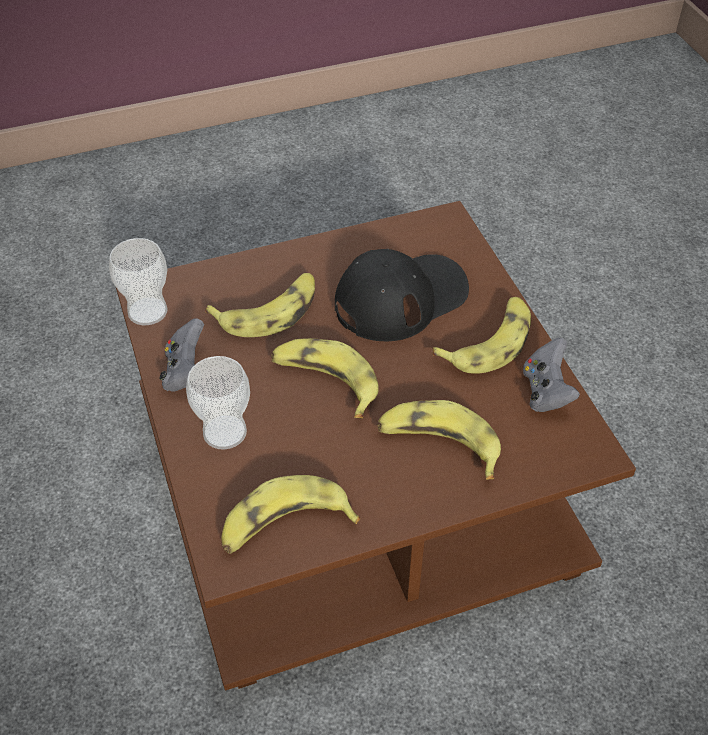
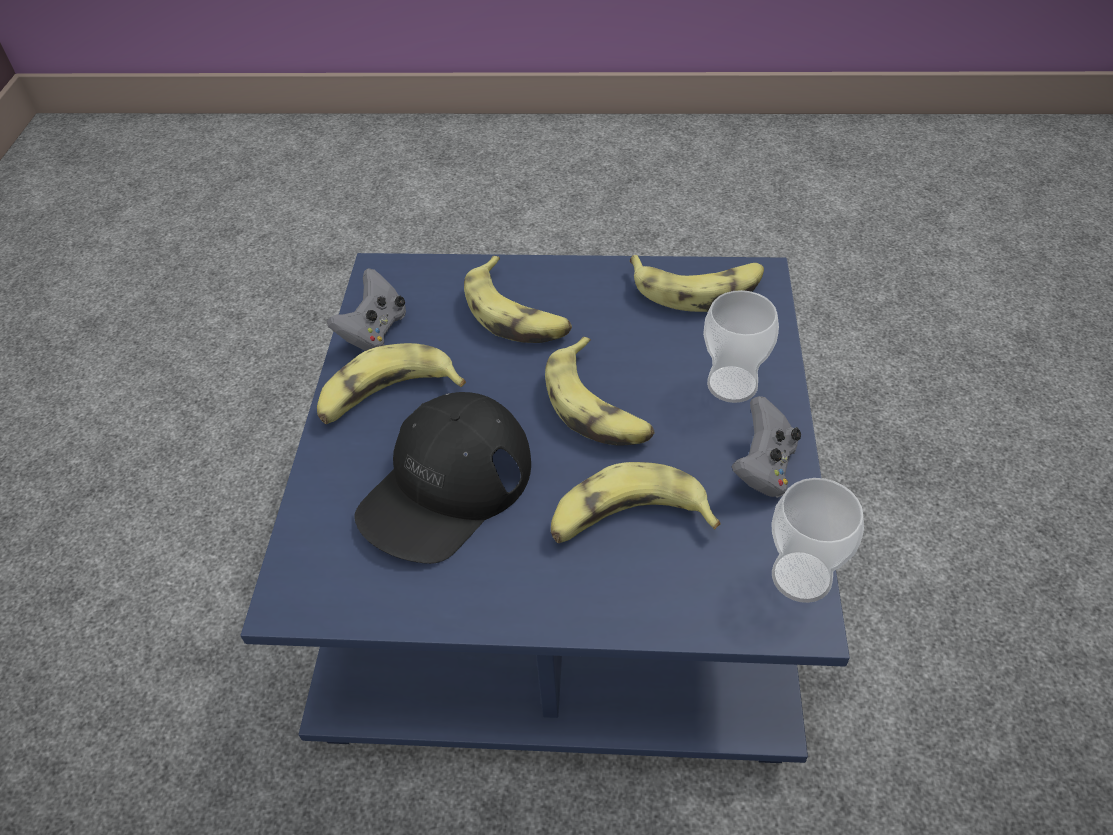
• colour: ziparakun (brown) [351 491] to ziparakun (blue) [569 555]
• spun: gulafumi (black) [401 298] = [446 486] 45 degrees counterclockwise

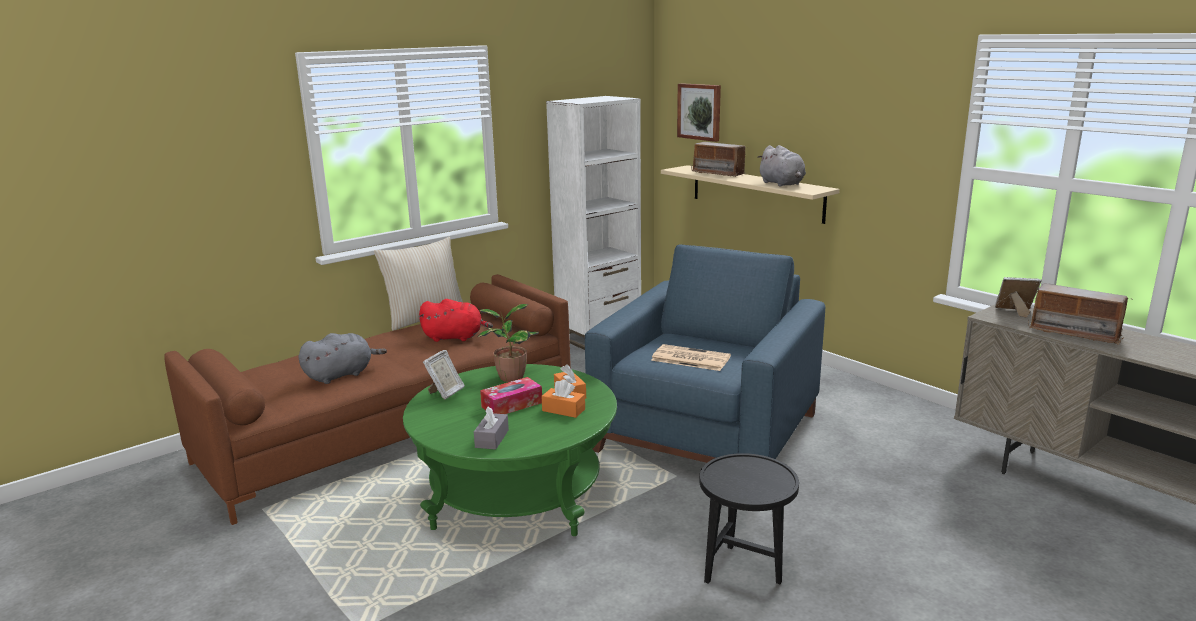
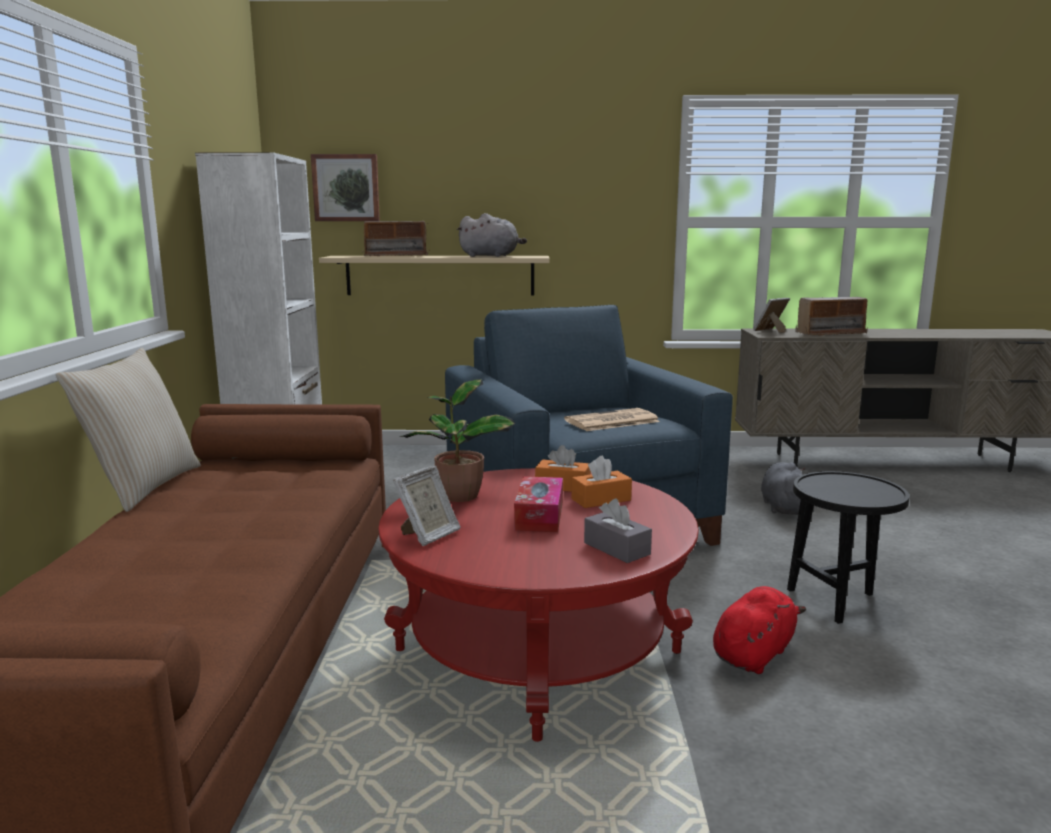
• relocated: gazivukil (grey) [341 375] to [783 507]
• colour: ziparakun (green) [516 493] to ziparakun (red) [537 651]
• relocated: gazivukil (red) [455 337] to [754 654]
• spun: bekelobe [445 392] = [428 535] 60 degrees clockwise

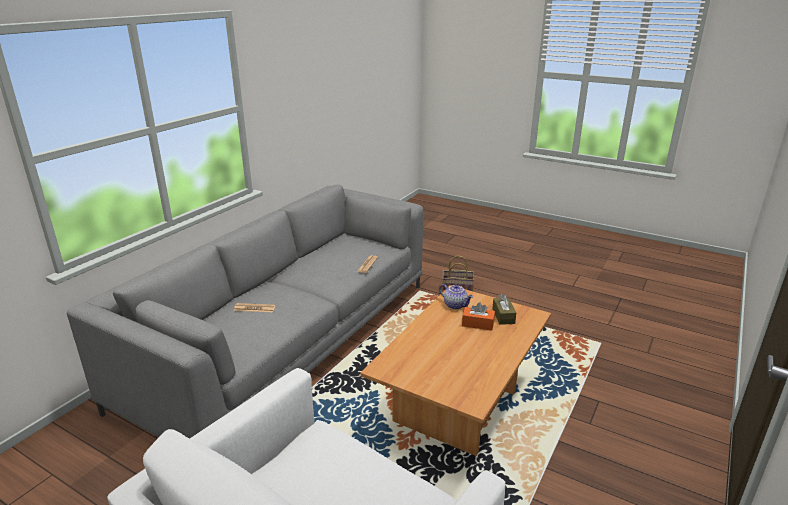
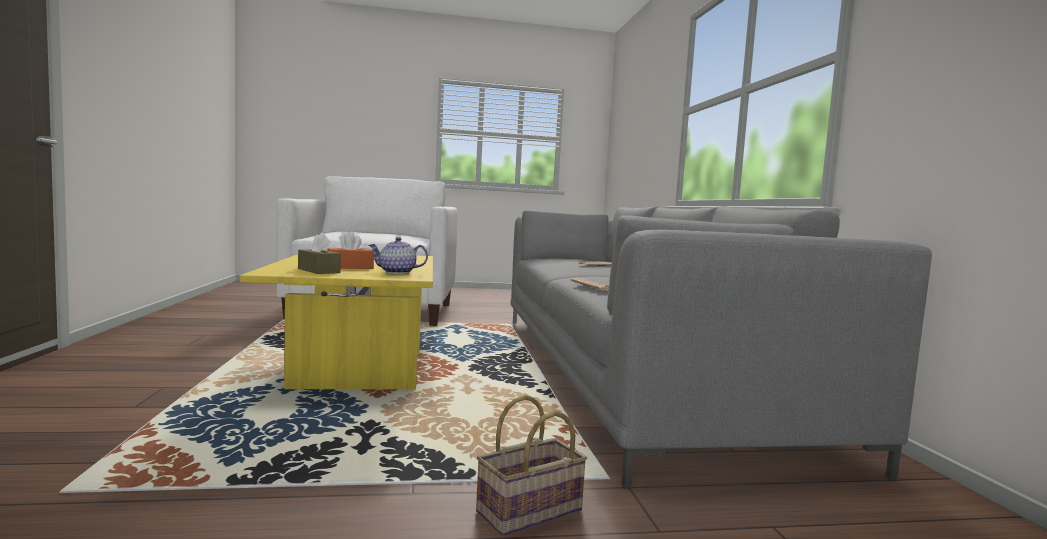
• colour: ziparakun (brown) [459 408] to ziparakun (yellow) [355 368]

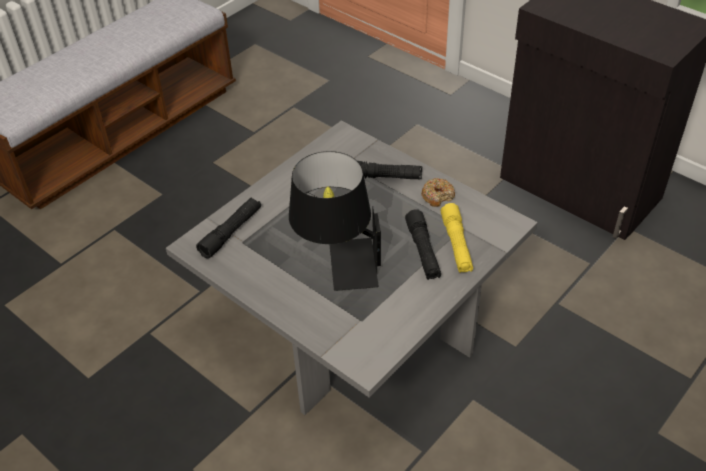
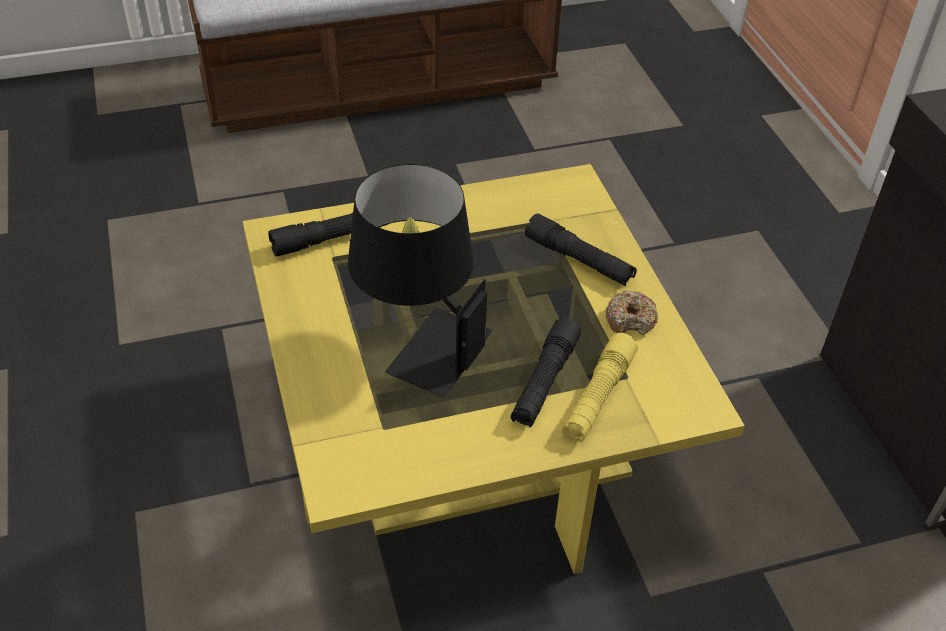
• colour: ziparakun (grey) [355 318] to ziparakun (yellow) [468 439]

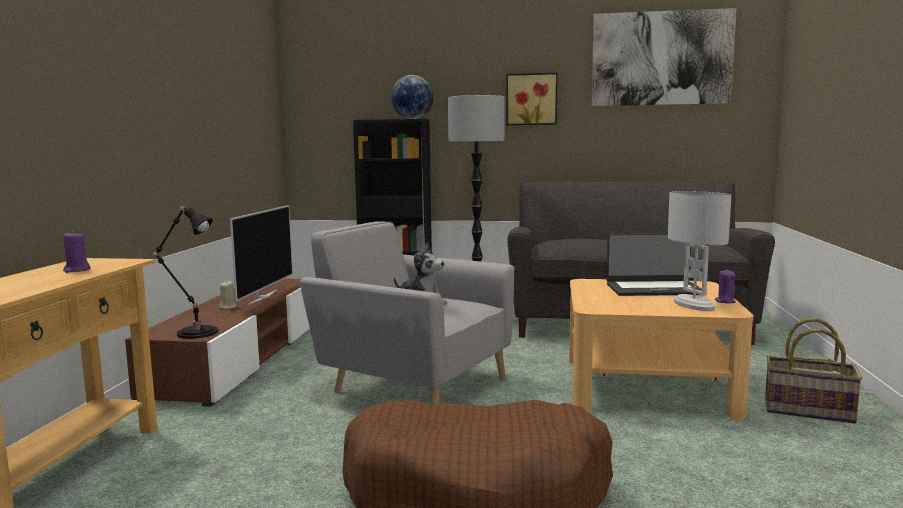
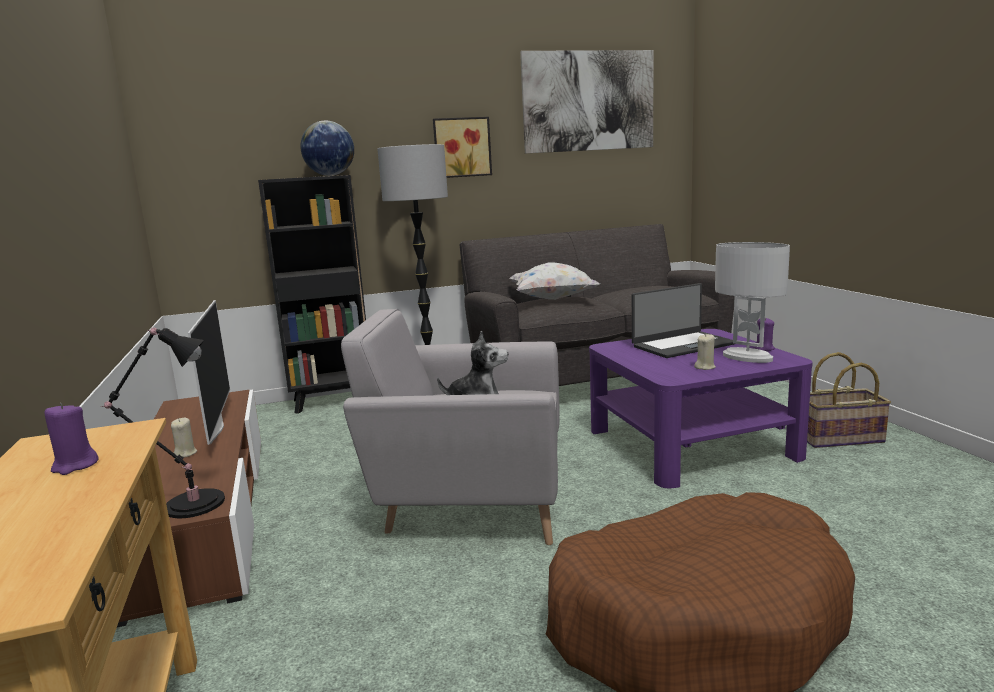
• colour: ziparakun (beige) [648 385] to ziparakun (purple) [691 443]
• appeared: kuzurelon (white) [553 299]
• appeared: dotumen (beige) [705 367]

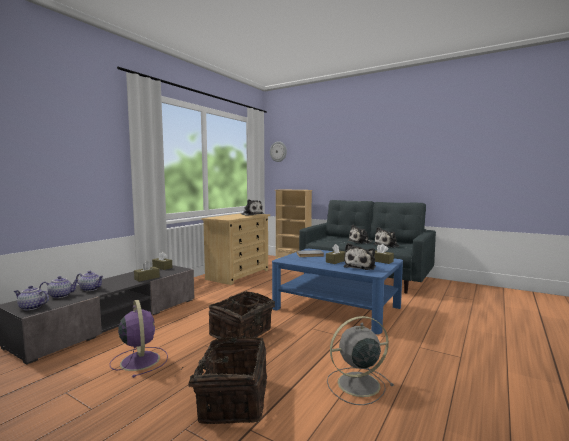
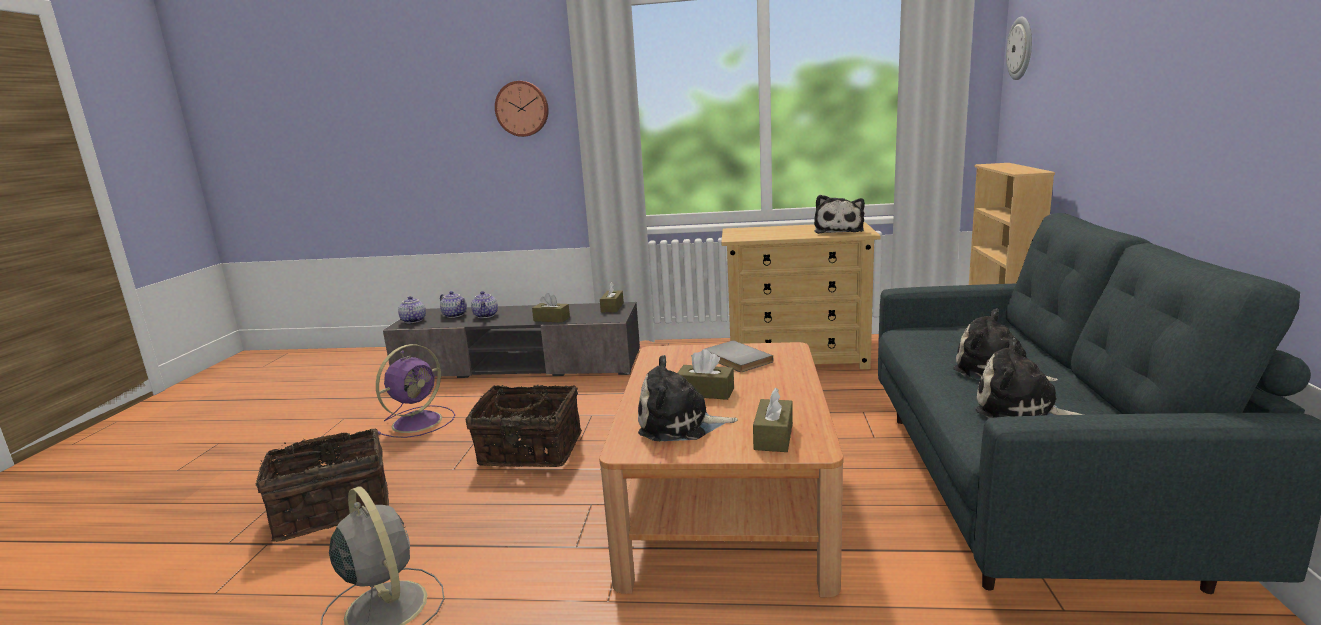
• colour: ziparakun (blue) [337 308] to ziparakun (brown) [726 503]
• appeared: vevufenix [522 109]

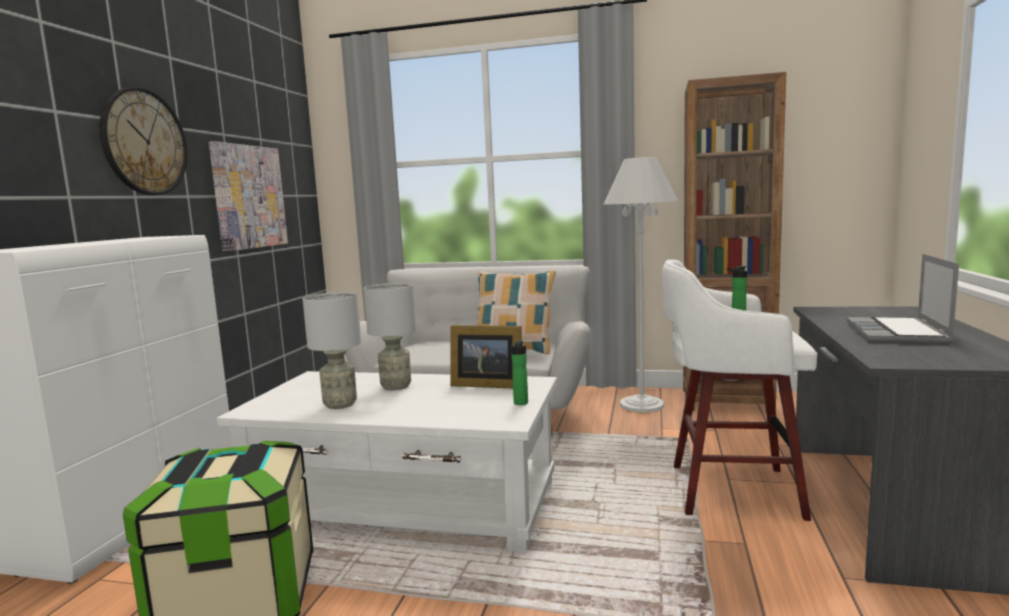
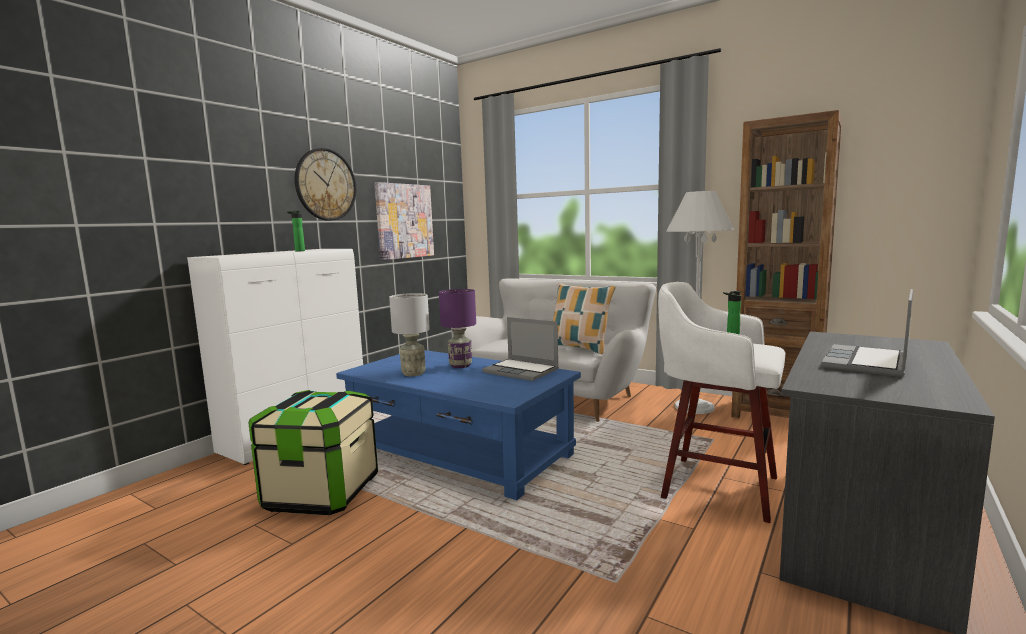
• colour: ziparakun (white) [406 503] to ziparakun (blue) [460 452]
• colour: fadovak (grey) [396 386] to fadovak (purple) [461 365]
• exchanged: bekelobe [485 384] to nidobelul [522 371]
• relocated: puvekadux [520 403] to [298 251]

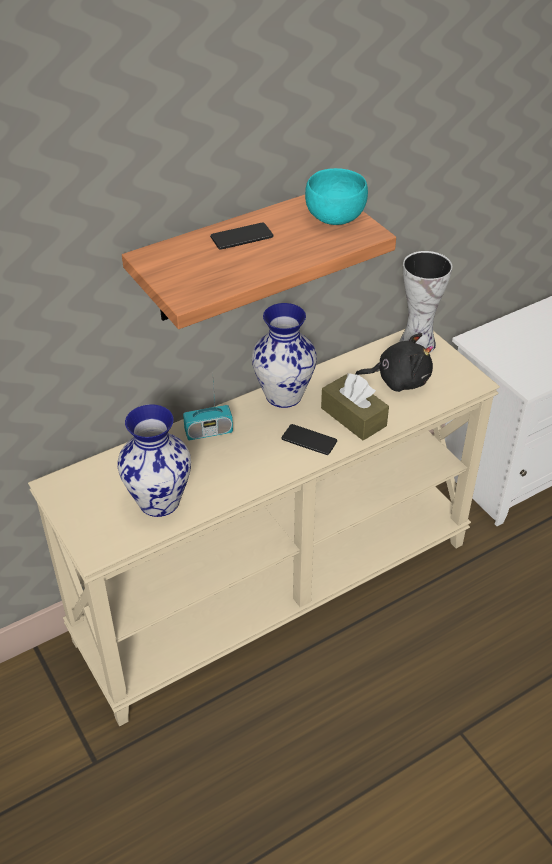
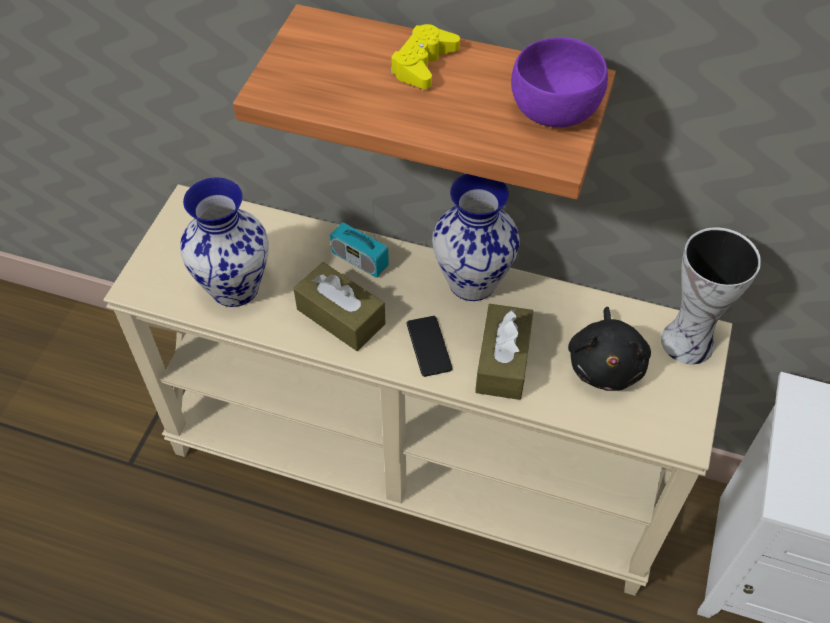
• exchanged: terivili [242 237] to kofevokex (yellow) [423 64]
• colour: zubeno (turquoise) [334 217] to zubeno (purple) [553 110]
• spun: gazivukil (black) [399 380] = [606 364] 45 degrees clockwise
• appeared: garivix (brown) [341 316]

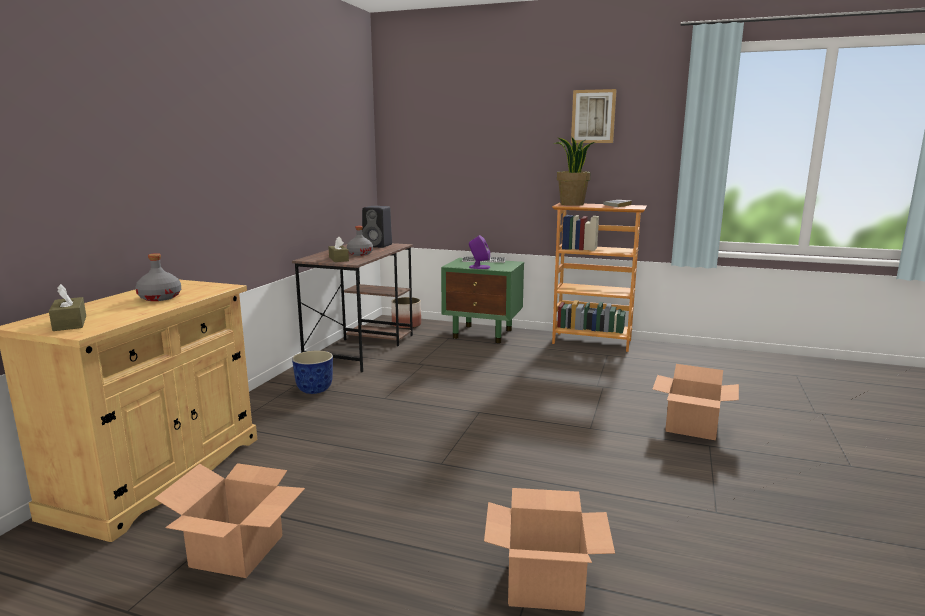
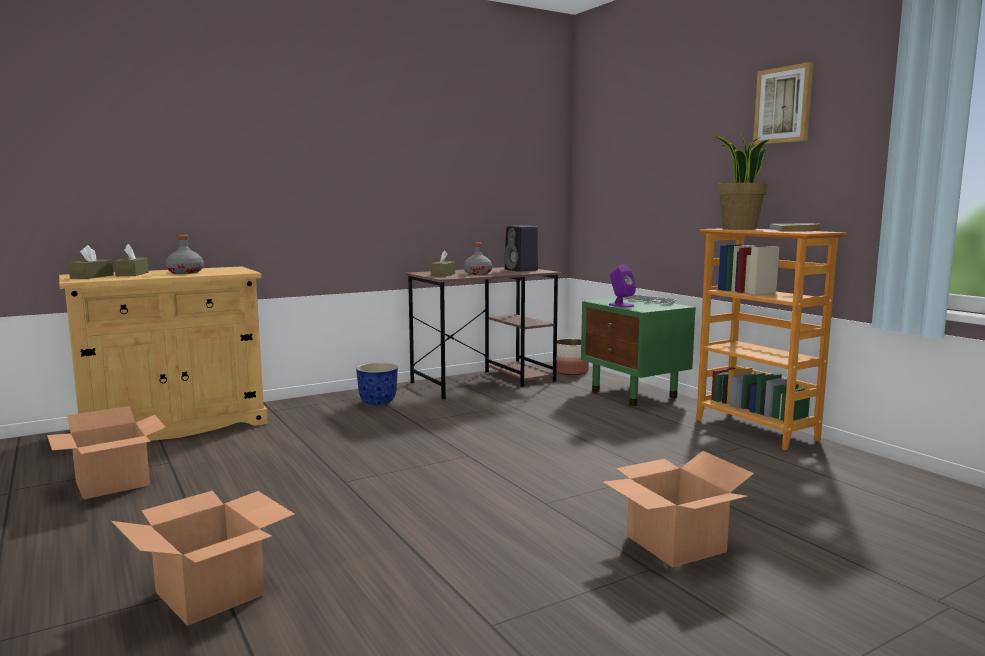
• appeared: garivix (brown) [132 274]

